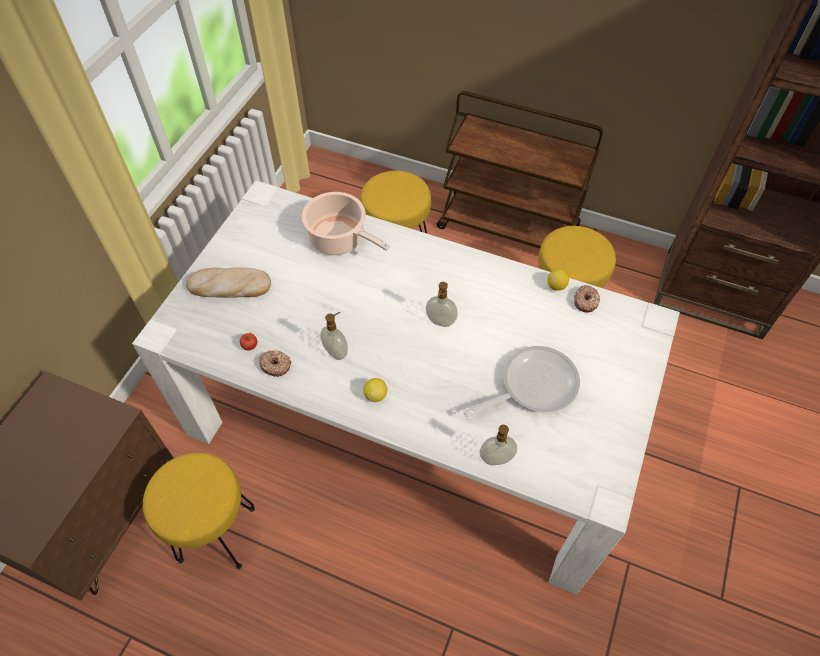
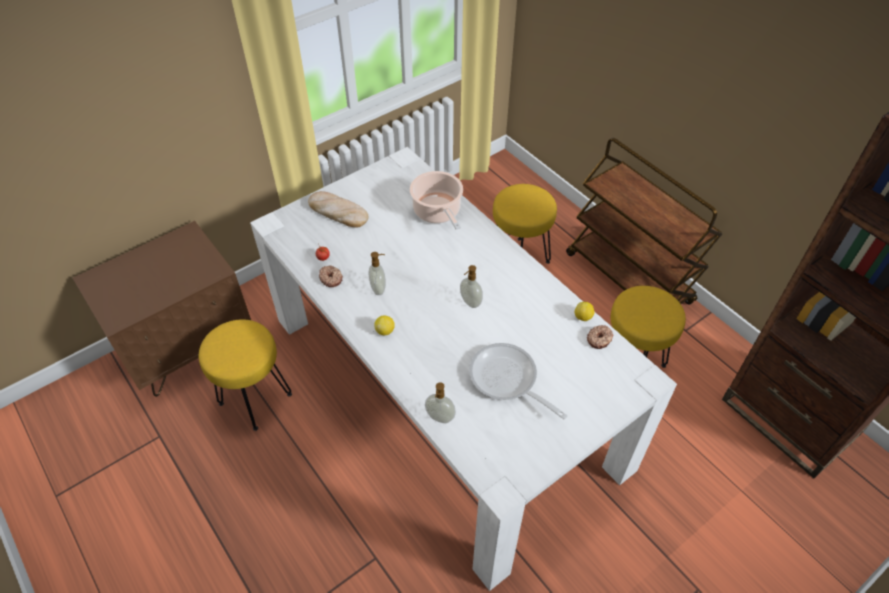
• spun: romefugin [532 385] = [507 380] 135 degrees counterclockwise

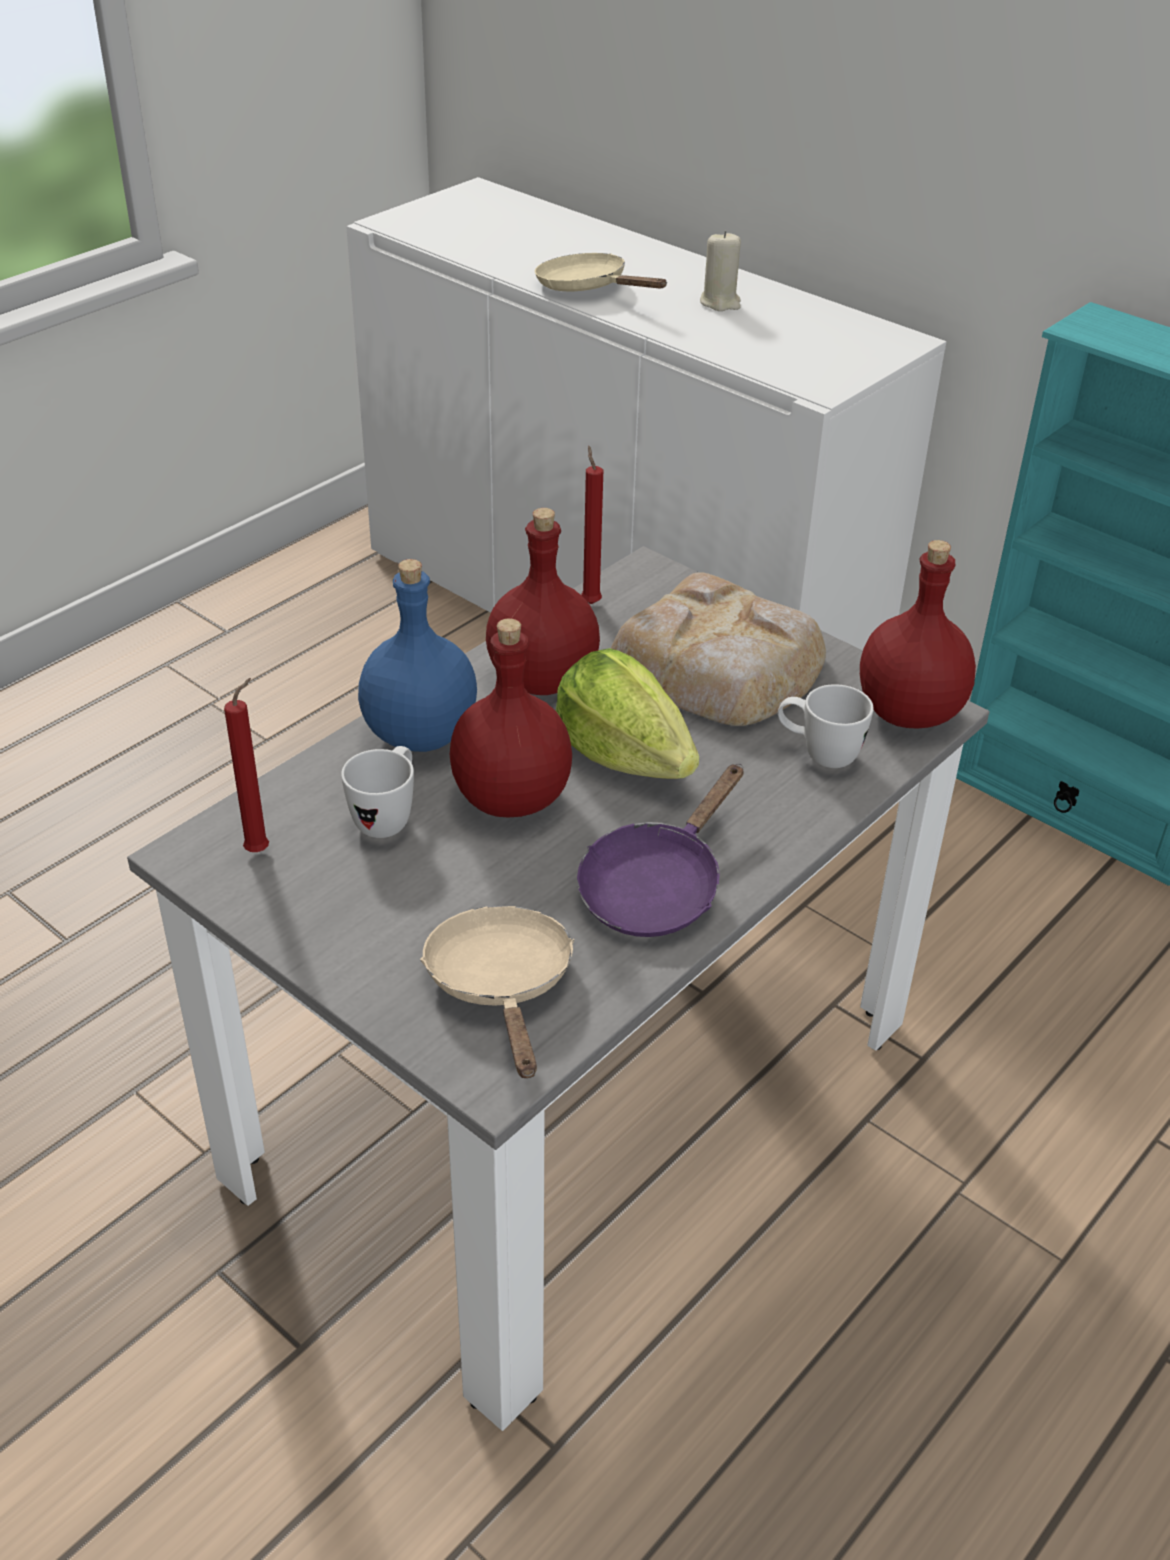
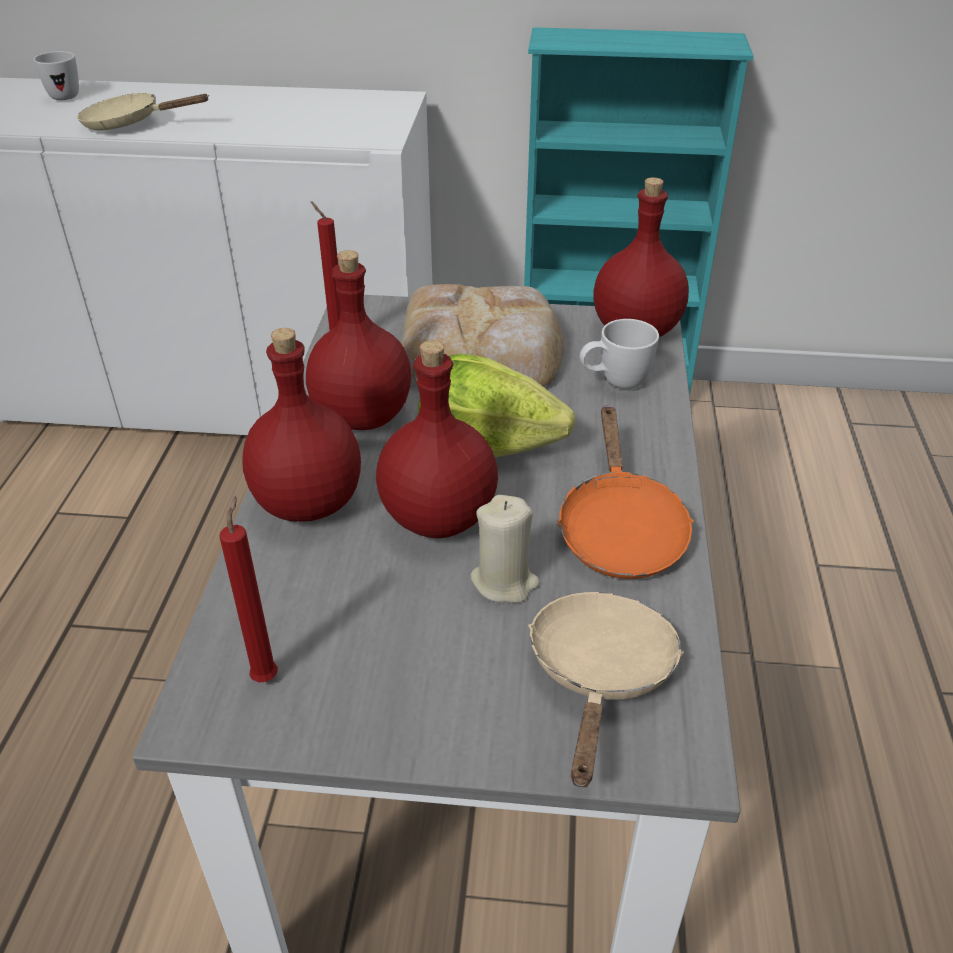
• relocated: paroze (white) [388 817] to [65 95]
• colour: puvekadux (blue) [418 735] to puvekadux (red) [307 504]
• spun: romefugin (beige) [502 985] = [600 674] 60 degrees clockwise
• colour: romefugin (purple) [656 886] to romefugin (orange) [619 529]
• relocated: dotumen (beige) [720 302] to [504 582]

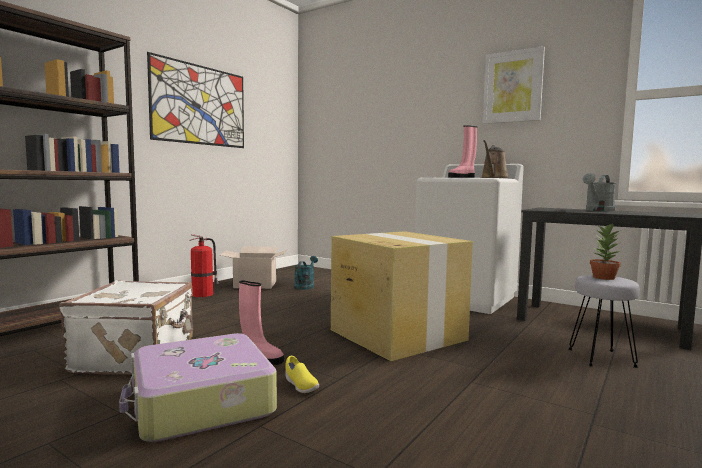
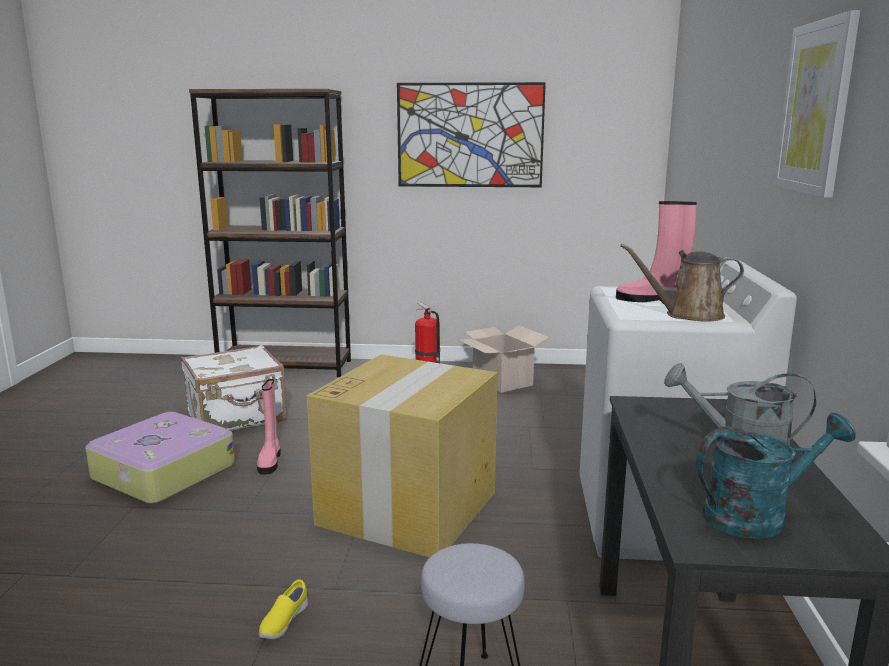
• relocated: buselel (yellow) [300 385] to [283 623]
• relocated: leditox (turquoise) [305 286] to [757 516]
• missing: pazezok [603 277]

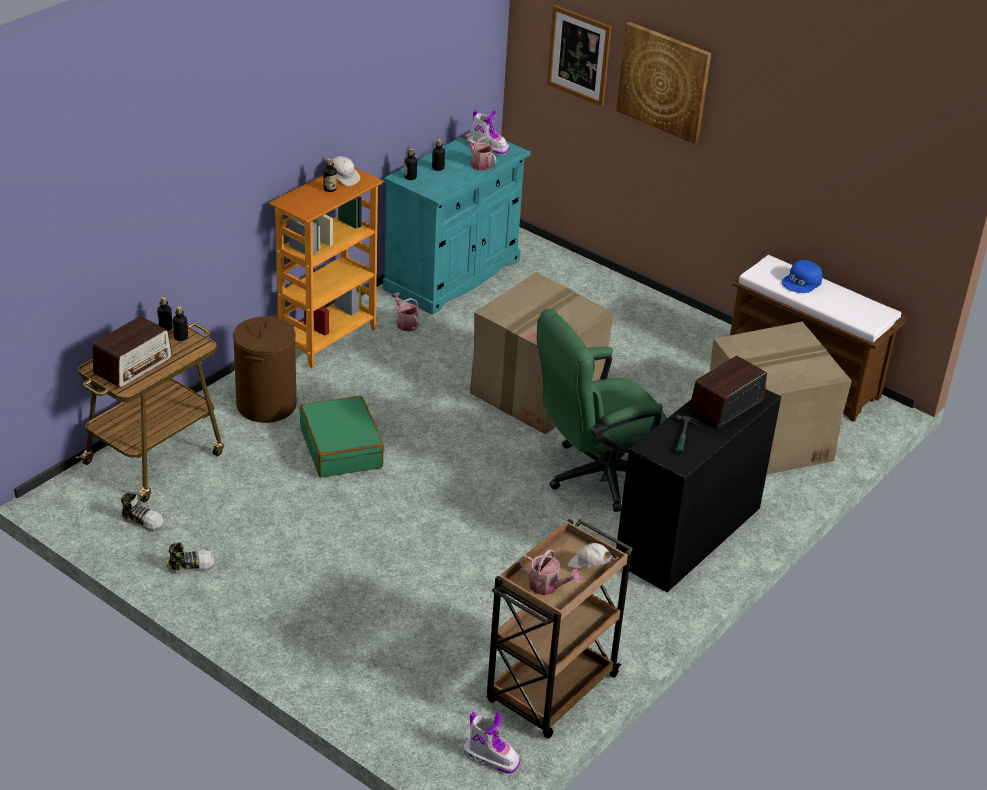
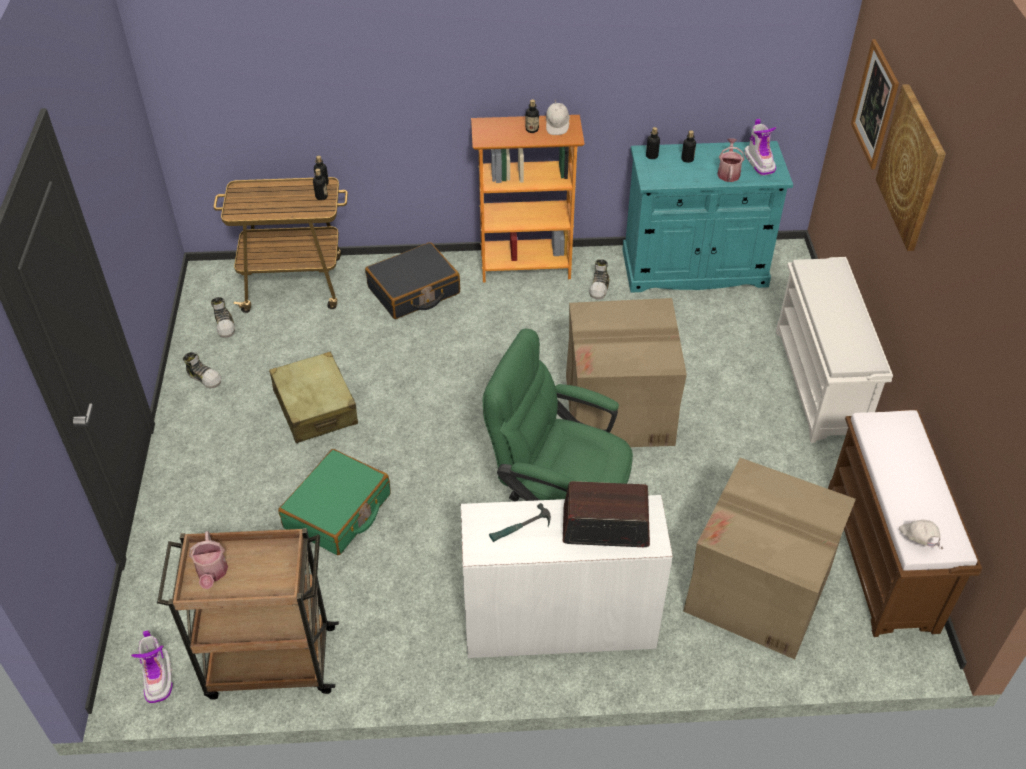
• missing: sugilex [133 365]
• exchanged: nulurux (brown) [266 405] to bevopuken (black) [414 291]
• relocated: bevopuken (green) [342 448] to [338 511]
• exchanged: leditox [405 323] to buselel [600 287]
• relocated: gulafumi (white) [589 567] to [917 540]
• colour: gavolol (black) [687 534] to gavolol (white) [558 621]
• missing: gulafumi (blue) [802 282]
• appeared: bevopuken (beige) [315 407]
• appeared: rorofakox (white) [820 384]

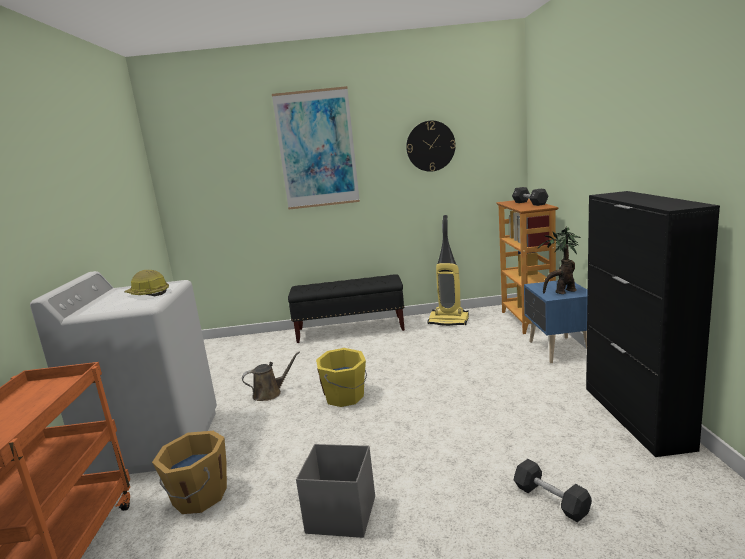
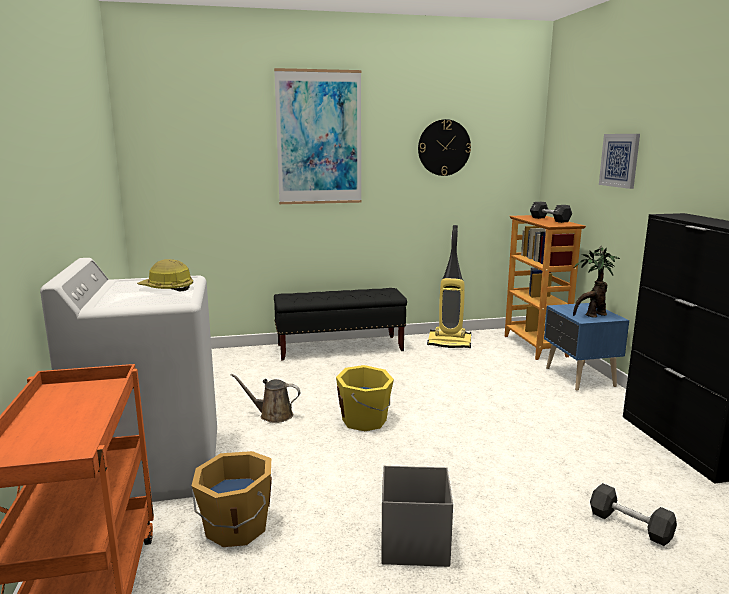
• spun: leditox (brown) [270 393] = [273 415] 135 degrees counterclockwise
• appeared: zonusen [620 160]

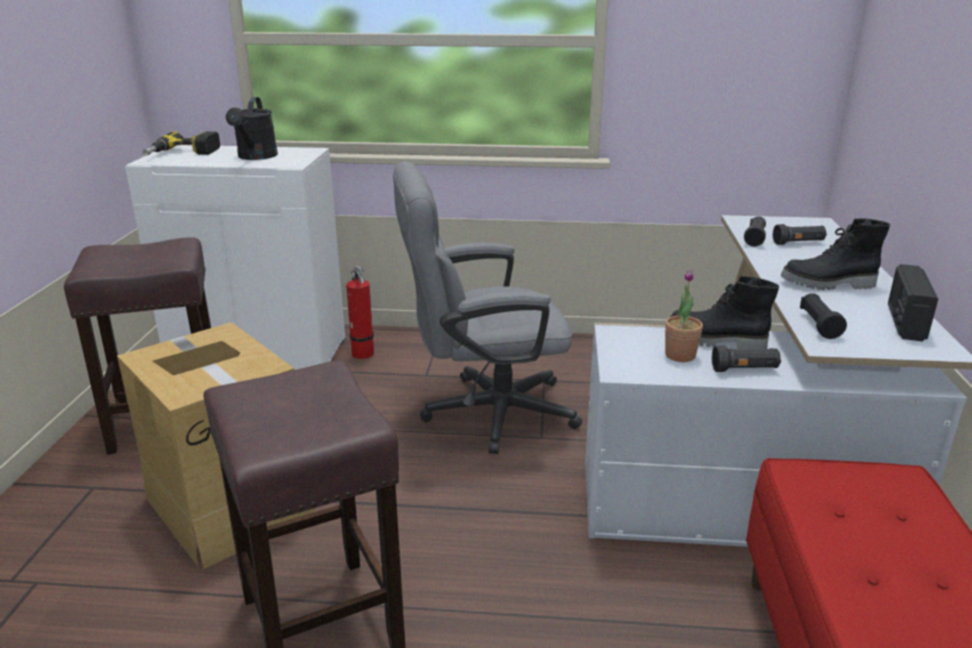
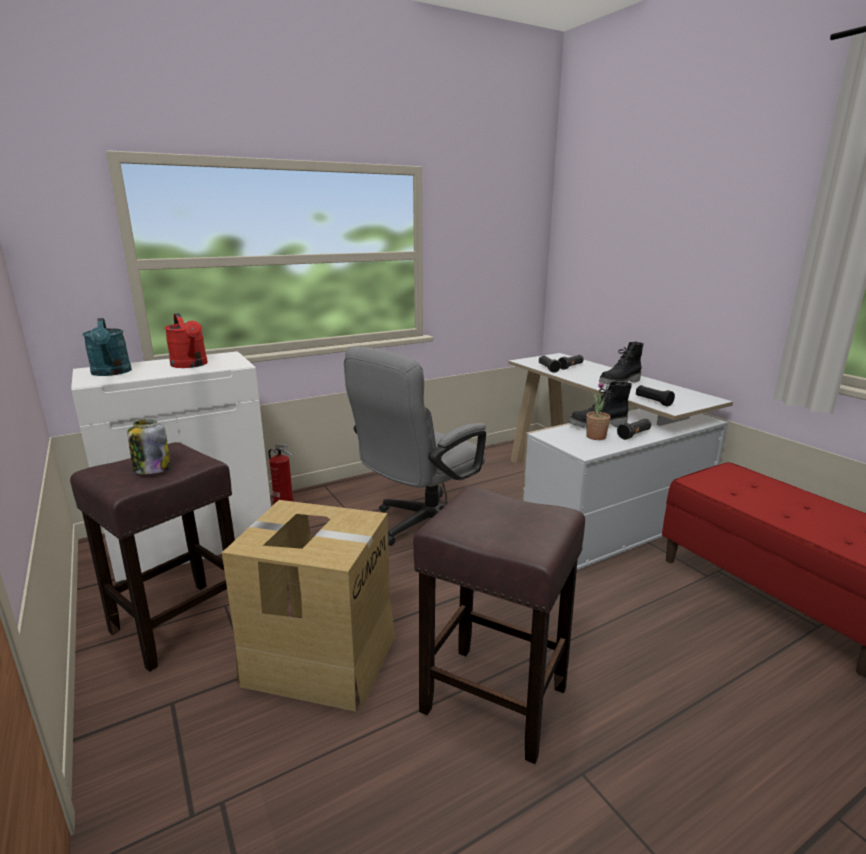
• exchanged: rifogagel [182 154] to leditox (turquoise) [111 373]
• colour: leditox (black) [255 157] to leditox (red) [191 365]
• missing: sugilex [905 322]
• appeared: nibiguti [152 469]

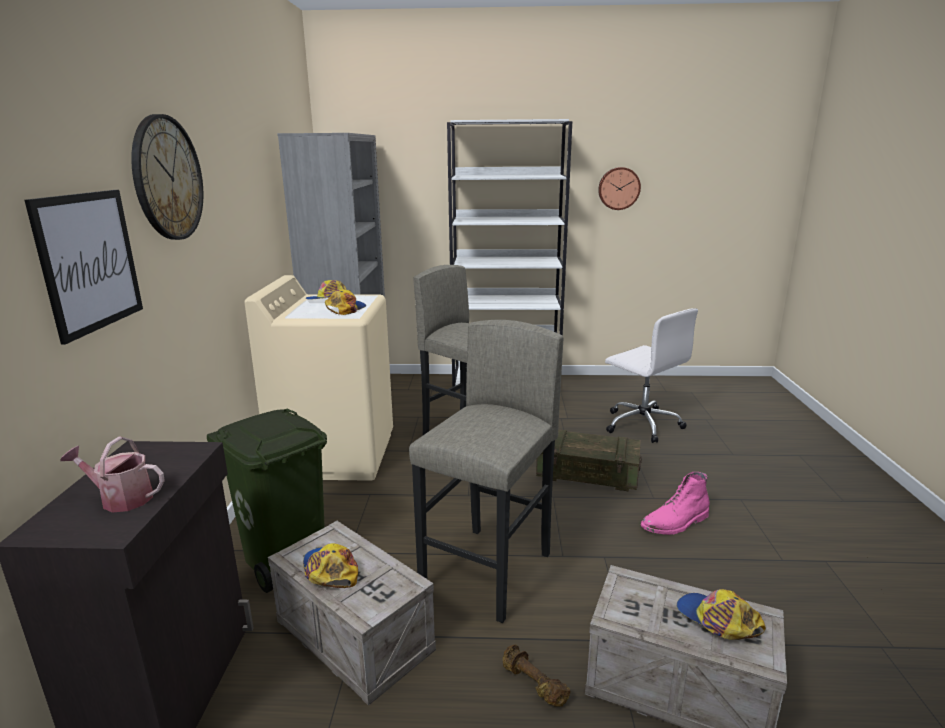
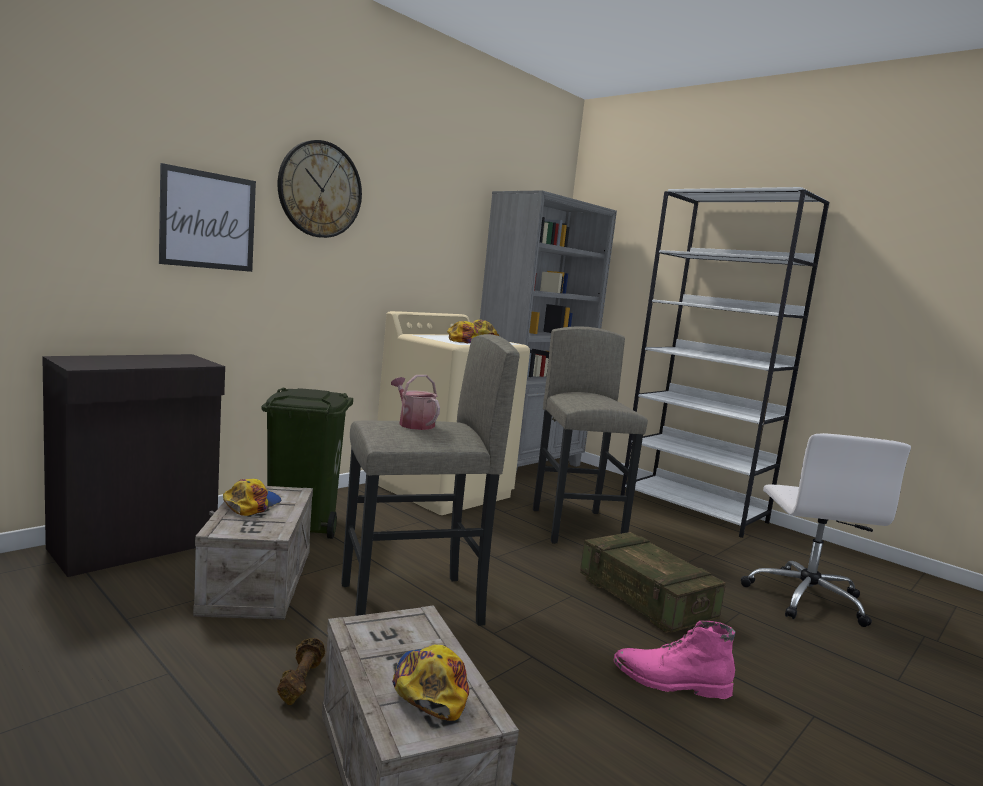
• relocated: leditox [121 498] to [413 424]
• missing: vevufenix [618 188]

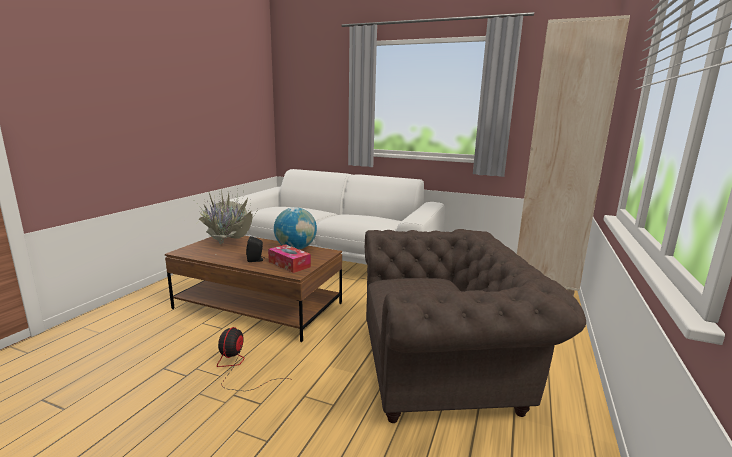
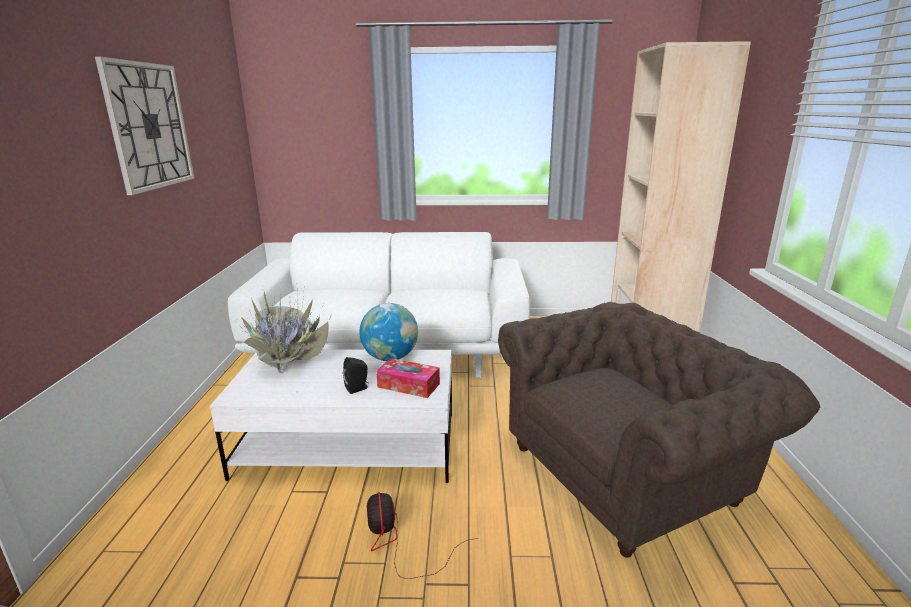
• colour: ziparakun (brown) [259 306] to ziparakun (white) [349 444]
• appeared: vevufenix [149 126]

